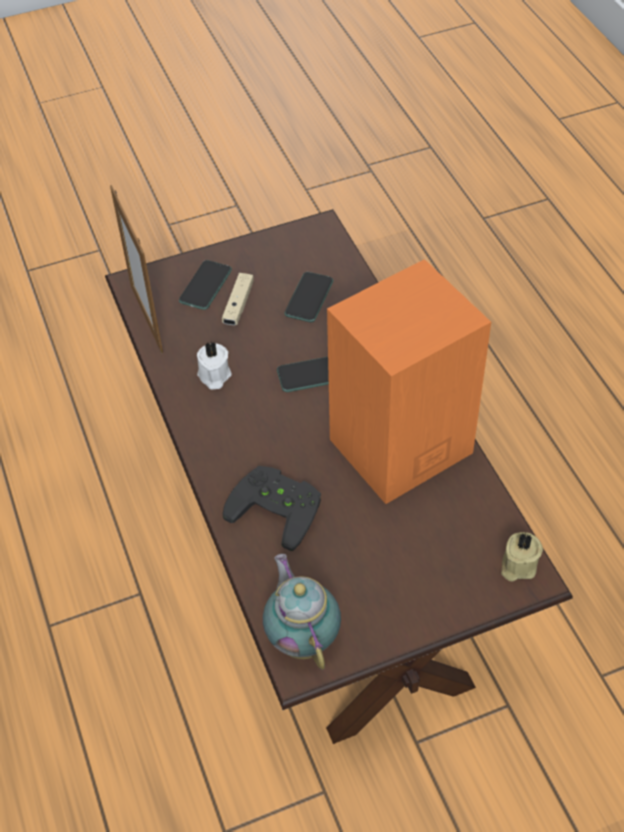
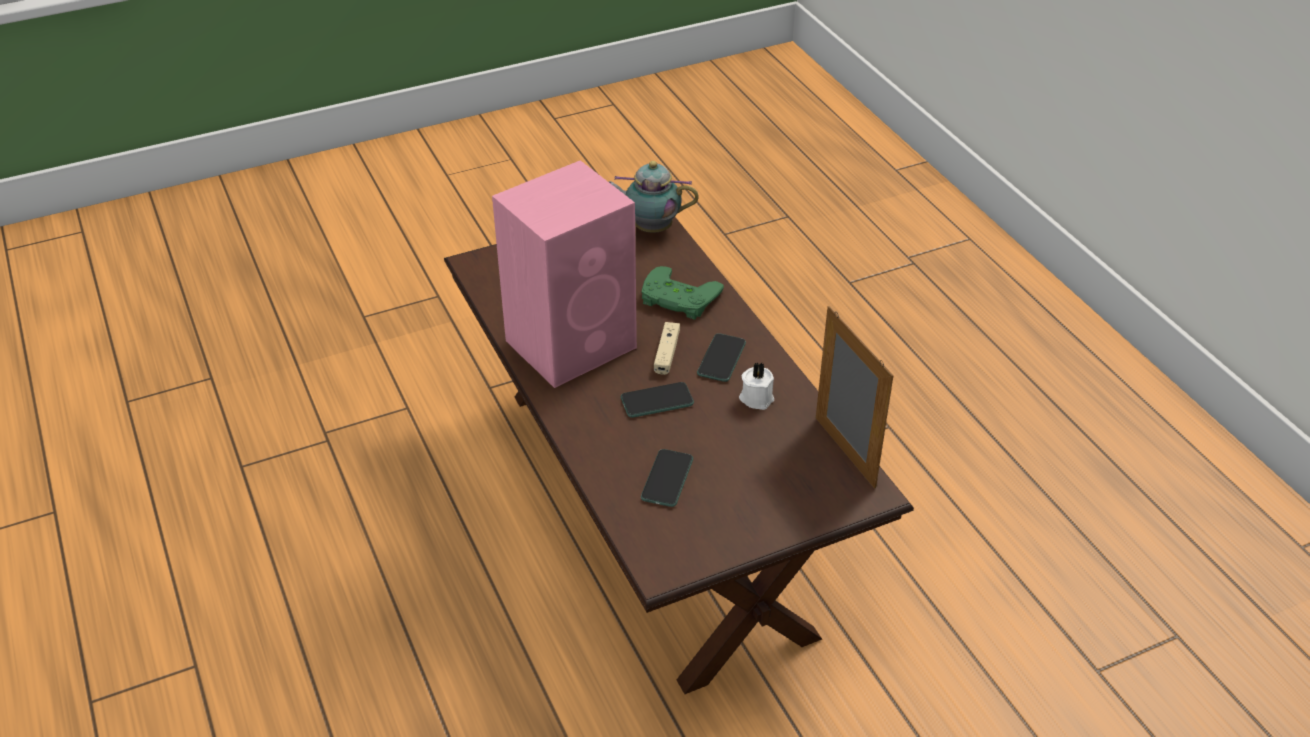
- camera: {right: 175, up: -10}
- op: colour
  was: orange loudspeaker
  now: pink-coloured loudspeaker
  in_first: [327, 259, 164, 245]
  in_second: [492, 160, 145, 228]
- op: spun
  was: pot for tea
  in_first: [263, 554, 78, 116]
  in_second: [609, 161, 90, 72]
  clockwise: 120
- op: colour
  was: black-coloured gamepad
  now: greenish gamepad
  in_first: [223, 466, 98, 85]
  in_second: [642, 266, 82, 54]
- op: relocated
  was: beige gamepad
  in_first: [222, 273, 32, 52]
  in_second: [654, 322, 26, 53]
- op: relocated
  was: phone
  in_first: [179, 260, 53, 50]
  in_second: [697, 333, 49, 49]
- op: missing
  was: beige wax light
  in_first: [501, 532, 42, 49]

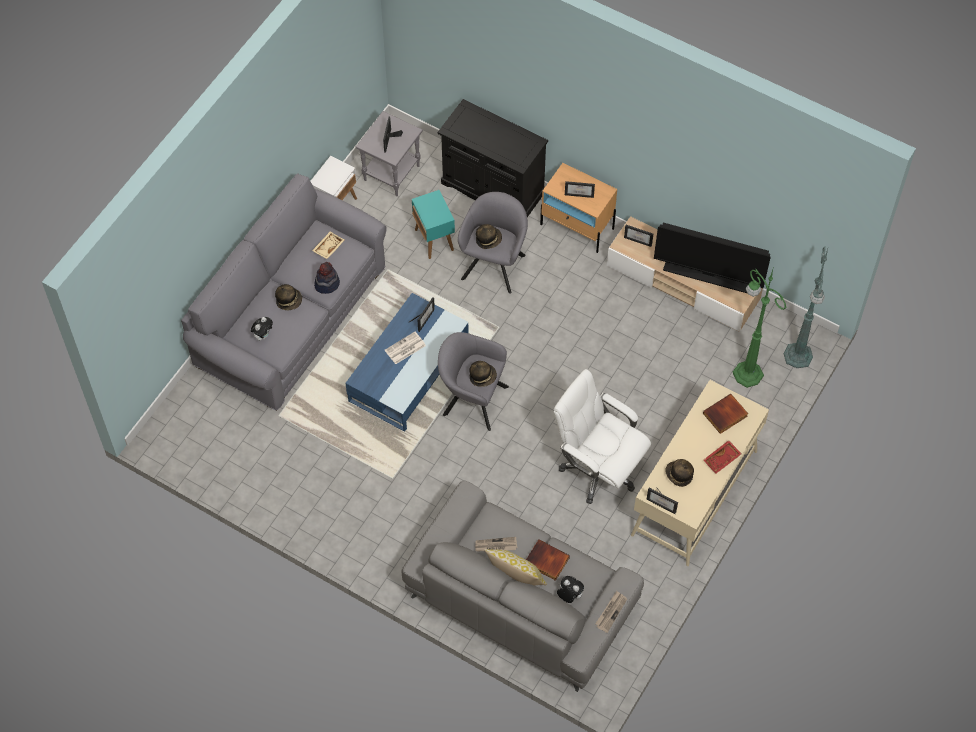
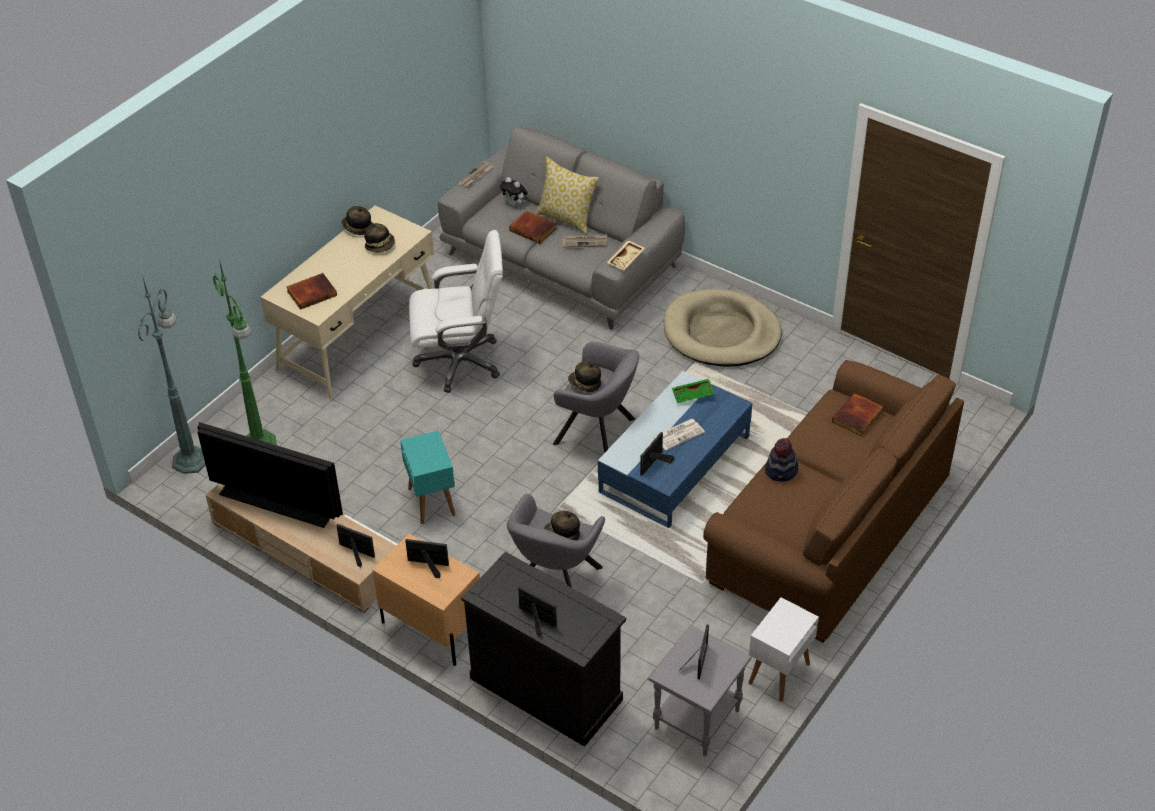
- camera: {right: -175, up: -15}
- op: relocated
  was: hat
  in_first: [275, 284, 27, 26]
  in_second: [342, 206, 30, 29]
- op: relocated
  was: turquoise end table
  in_first: [412, 190, 43, 69]
  in_second: [400, 431, 56, 93]
- op: spun
  was: white-coloured office chair
  in_first: [554, 369, 97, 135]
  in_second: [409, 230, 94, 163]
  clockwise: -45
- op: relocated
  was: photo frame
  in_first: [646, 487, 32, 27]
  in_second: [518, 586, 39, 51]
- op: relocated
  was: beige serving tray
  in_first: [312, 231, 33, 28]
  in_second: [607, 240, 38, 30]
- op: appeared
  now: beige dog cushion
  in_second: [664, 289, 117, 78]
- op: appeared
  now: greenish serving tray
  in_second: [672, 379, 43, 24]
- op: colour
  was: gray settee
  now: brownish settee
  in_first: [181, 173, 206, 238]
  in_second: [703, 360, 261, 283]
- op: exchanged
  was: cuddly toy
  now: volume
  in_first: [251, 317, 22, 24]
  in_second: [832, 393, 52, 43]
- op: missing
  was: reddish serving tray
  in_first: [703, 440, 38, 33]

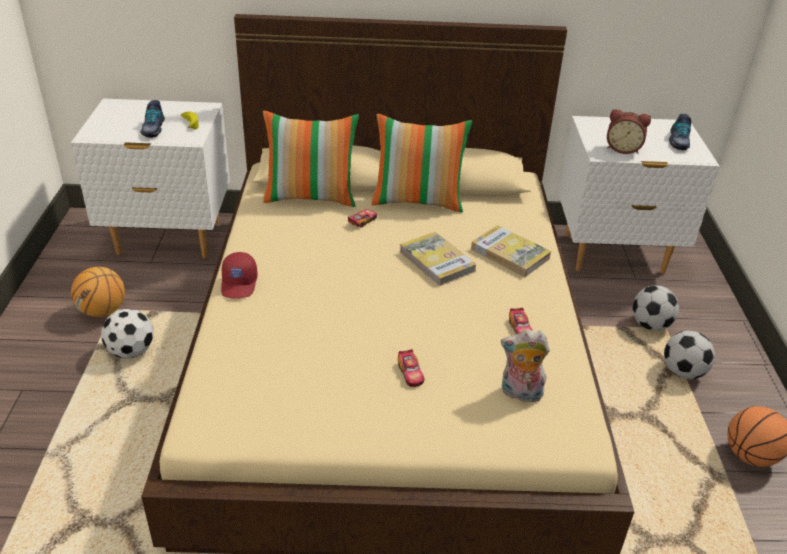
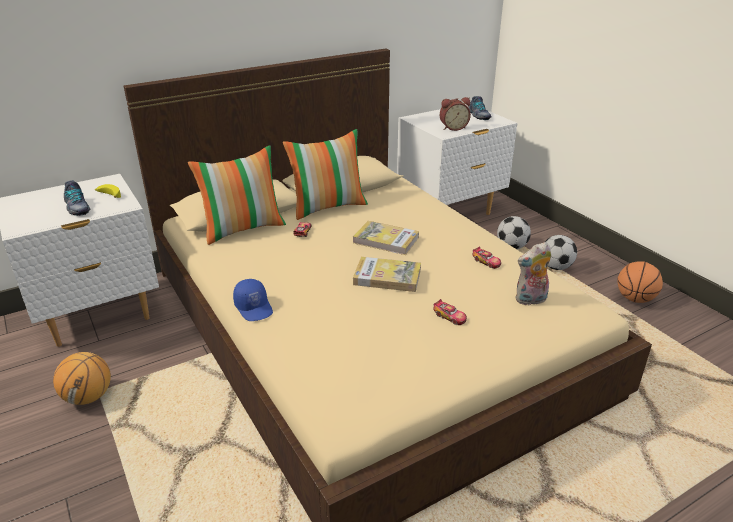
- camera: {right: -30, up: -5}
- op: colour
  was: reddish cap
  now: blue cap
  in_first: [221, 252, 37, 47]
  in_second: [233, 279, 40, 42]
- op: relocated
  was: volume
  in_first: [471, 225, 80, 52]
  in_second: [353, 257, 68, 35]
- op: missing
  was: football
  in_first: [101, 309, 53, 50]

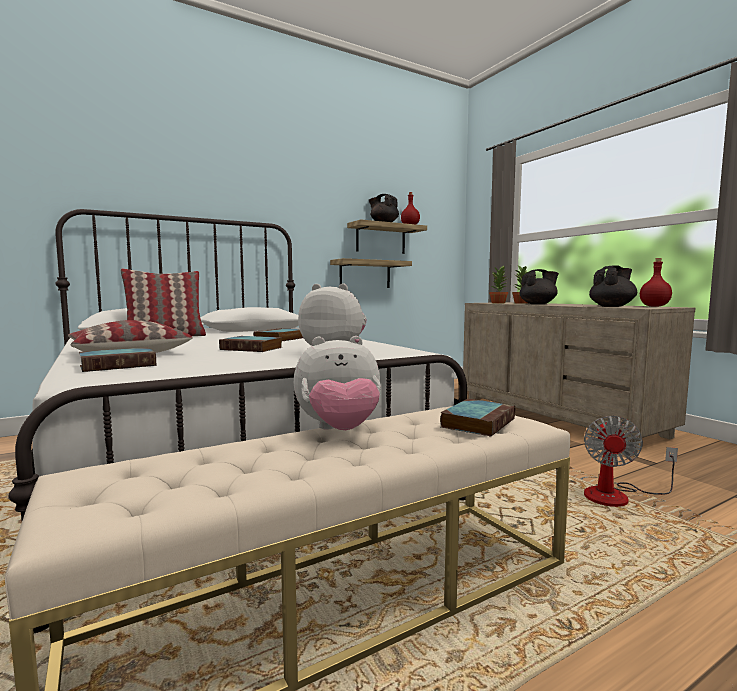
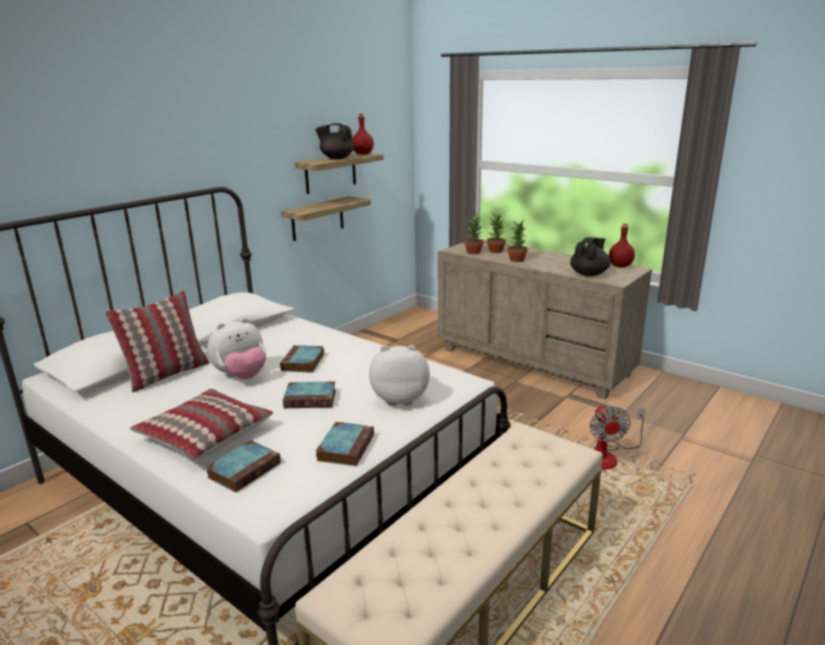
- camera: {right: -20, up: 15}
- op: relocated
  was: cuddly toy
  in_first: [294, 336, 87, 94]
  in_second: [207, 318, 59, 61]
- op: relocated
  was: volume
  in_first: [440, 399, 75, 38]
  in_second: [316, 422, 58, 44]
- op: exchanged
  was: black-coloured pot for tea
  now: plant in a pot
  in_first: [519, 269, 40, 35]
  in_second: [507, 220, 21, 42]

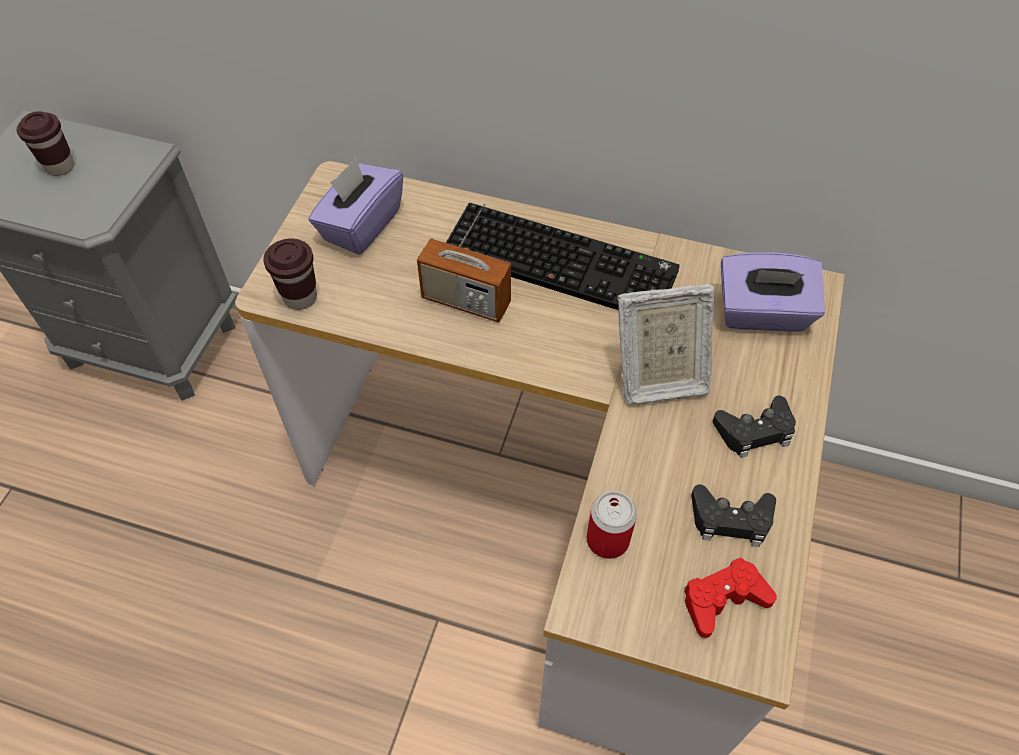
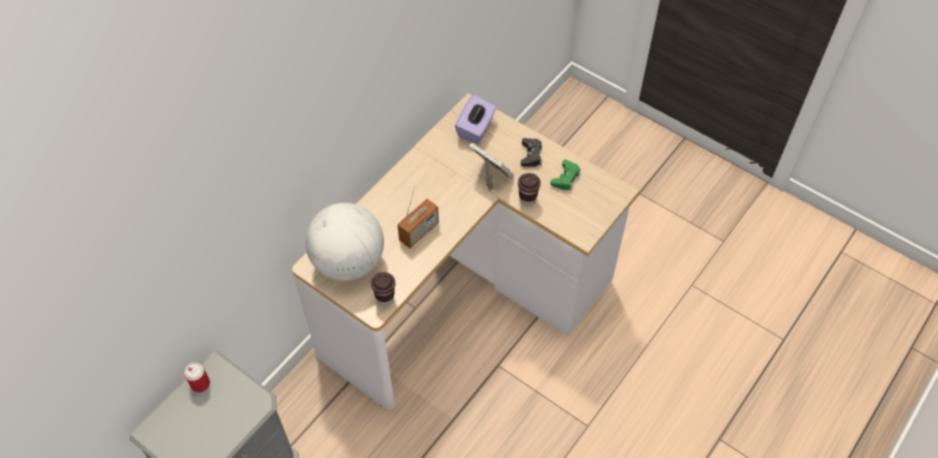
- camera: {right: -70, up: 0}
- op: relocated
  was: metal can
  in_first: [587, 491, 50, 68]
  in_second: [184, 362, 26, 30]
- op: exchanged
  was: purple tissue box
  now: desk globe
  in_first: [308, 158, 95, 97]
  in_second: [305, 203, 79, 78]
- op: spun
  was: photo frame
  in_first: [618, 284, 96, 120]
  in_second: [469, 143, 45, 48]
  clockwise: -60
- op: relocated
  was: brownish cup
  in_first: [17, 111, 57, 65]
  in_second: [518, 173, 23, 33]
- op: colour
  was: black-coloured gamepad
  now: greenish gamepad
  in_first: [691, 484, 85, 63]
  in_second: [551, 160, 29, 31]
- op: missing
  was: computer keyboard
  in_first: [446, 203, 234, 107]
- op: missing
  was: reddish gamepad
  in_first: [684, 558, 93, 80]

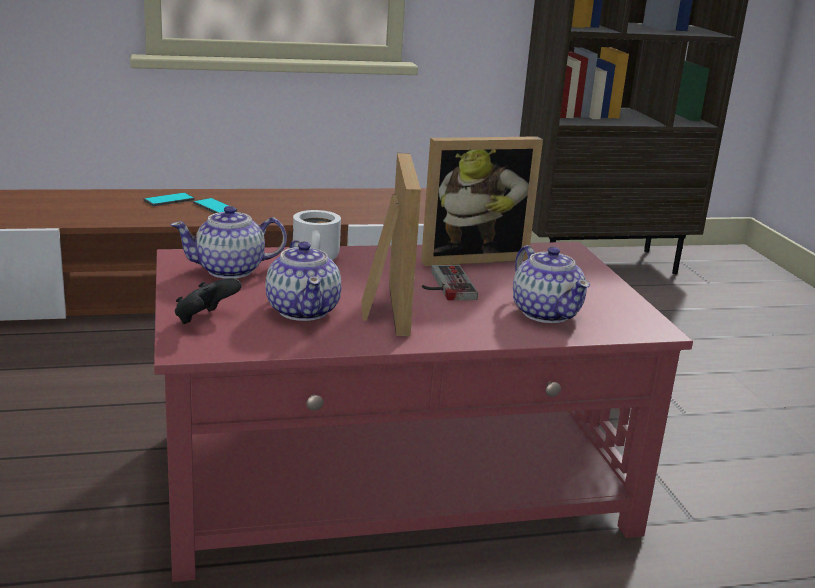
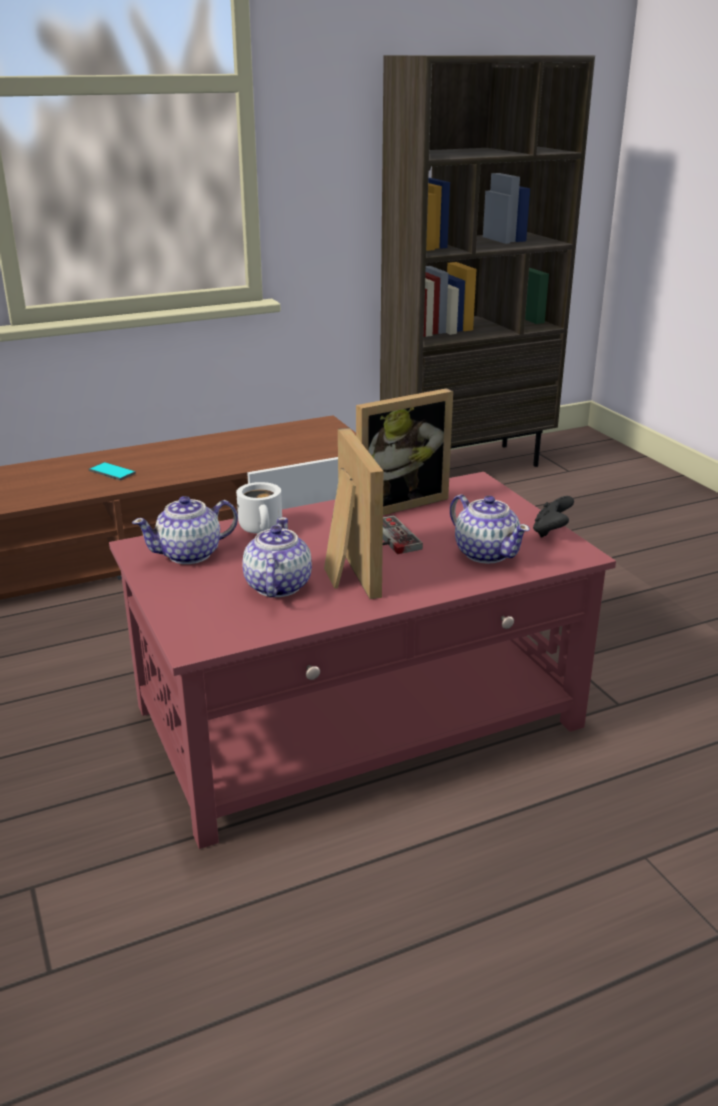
- camera: {right: -10, up: 5}
- op: spun
  was: pot for tea
  in_first: [266, 240, 75, 81]
  in_second: [242, 517, 70, 80]
  clockwise: -150
- op: relocated
  was: black-coloured gamepad
  in_first: [175, 278, 66, 46]
  in_second: [533, 496, 41, 42]
- op: missing
  was: phone
  in_first: [143, 192, 51, 14]

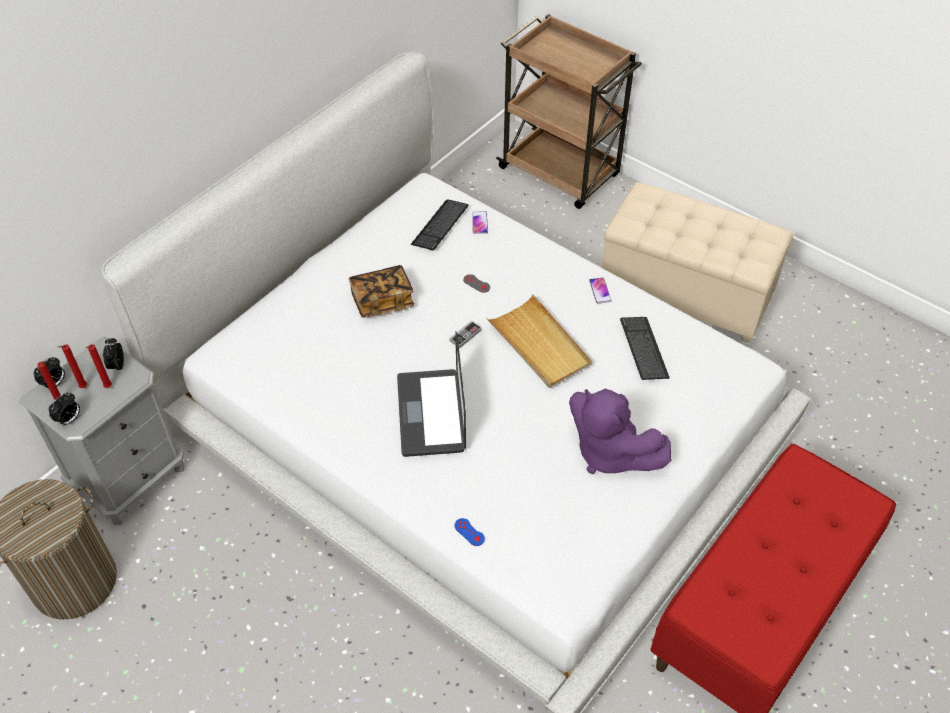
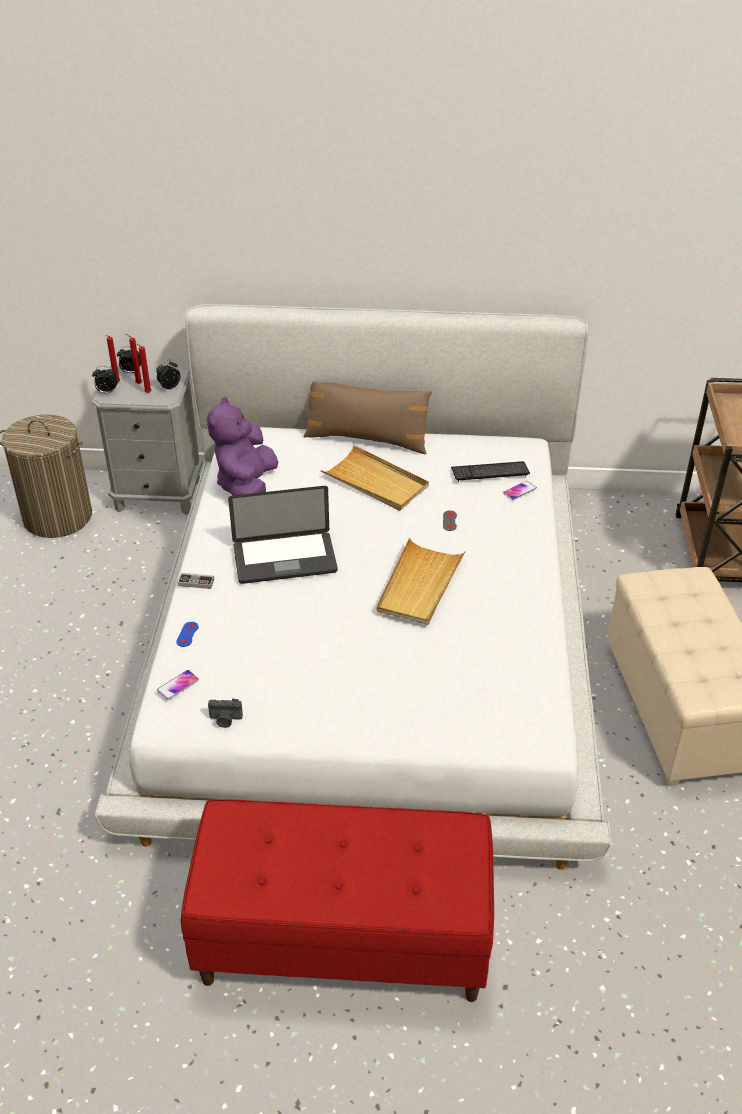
- camera: {right: 55, up: -10}
- op: relocated
  was: phone
  in_first: [589, 277, 23, 26]
  in_second: [157, 670, 42, 30]
- op: relocated
  was: gamepad
  in_first: [450, 320, 32, 28]
  in_second: [178, 573, 36, 16]
- op: relocated
  was: purple cuddly toy
  in_first: [569, 389, 102, 85]
  in_second: [207, 397, 71, 98]
- op: appeared
  now: still camera
  in_second: [208, 699, 35, 29]
- op: spun
  was: portable computer
  in_first: [397, 331, 69, 126]
  in_second: [228, 486, 110, 98]
  clockwise: -150
- op: appeared
  now: brownish throw pillow
  in_second: [304, 382, 128, 72]
- op: exchanged
  was: volume
  now: beige serving tray
  in_first: [349, 265, 65, 53]
  in_second: [320, 445, 109, 66]
- op: missing
  was: computer keyboard
  in_first: [620, 317, 50, 63]

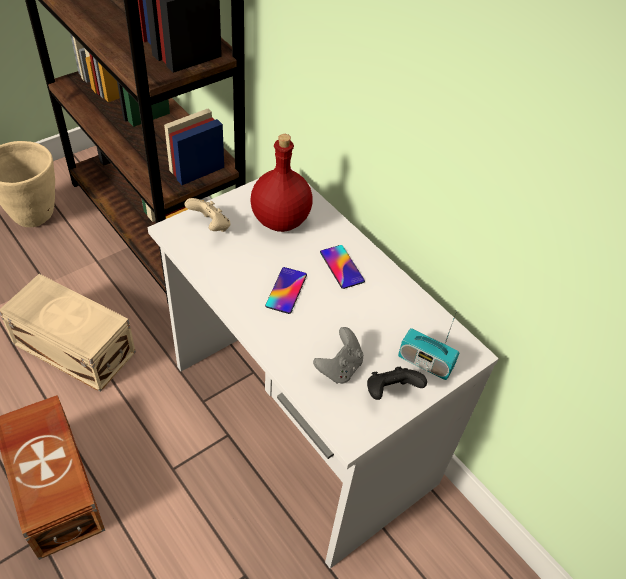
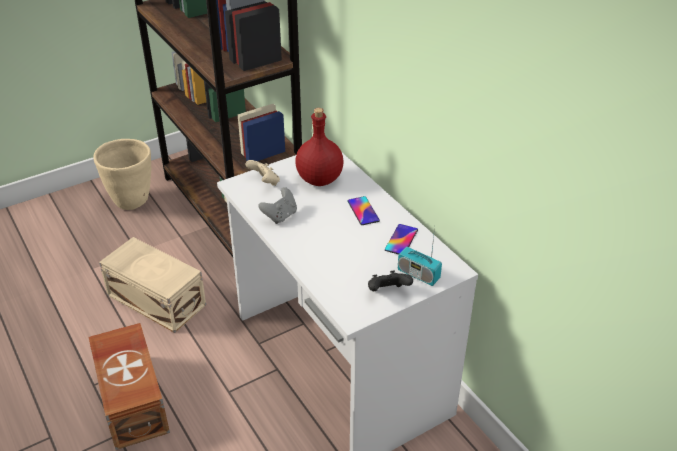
- camera: {right: 10, up: -10}
- op: relocated
  was: gray gamepad
  in_first: [313, 327, 51, 57]
  in_second: [258, 187, 39, 37]
- op: relocated
  was: phone
  in_first: [265, 267, 42, 47]
  in_second: [385, 224, 33, 30]

